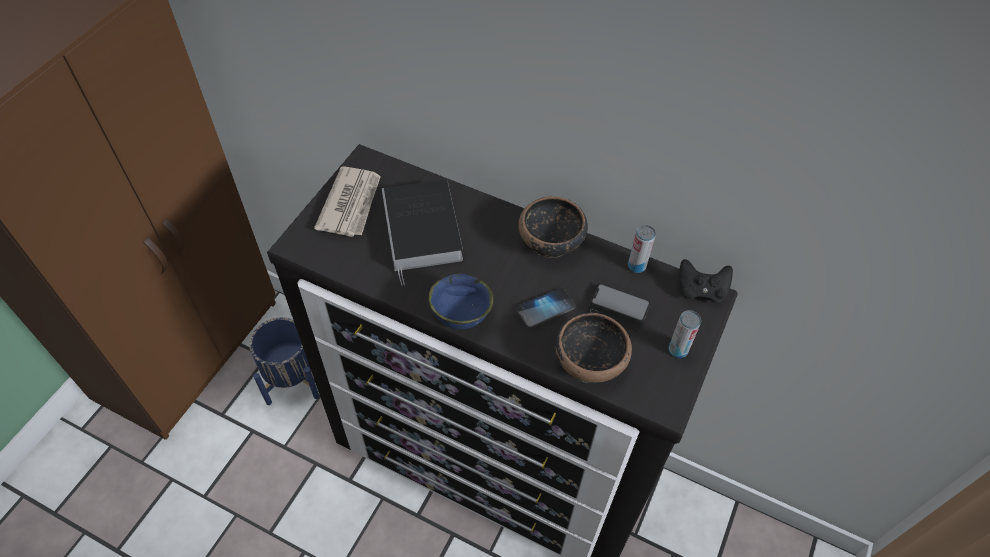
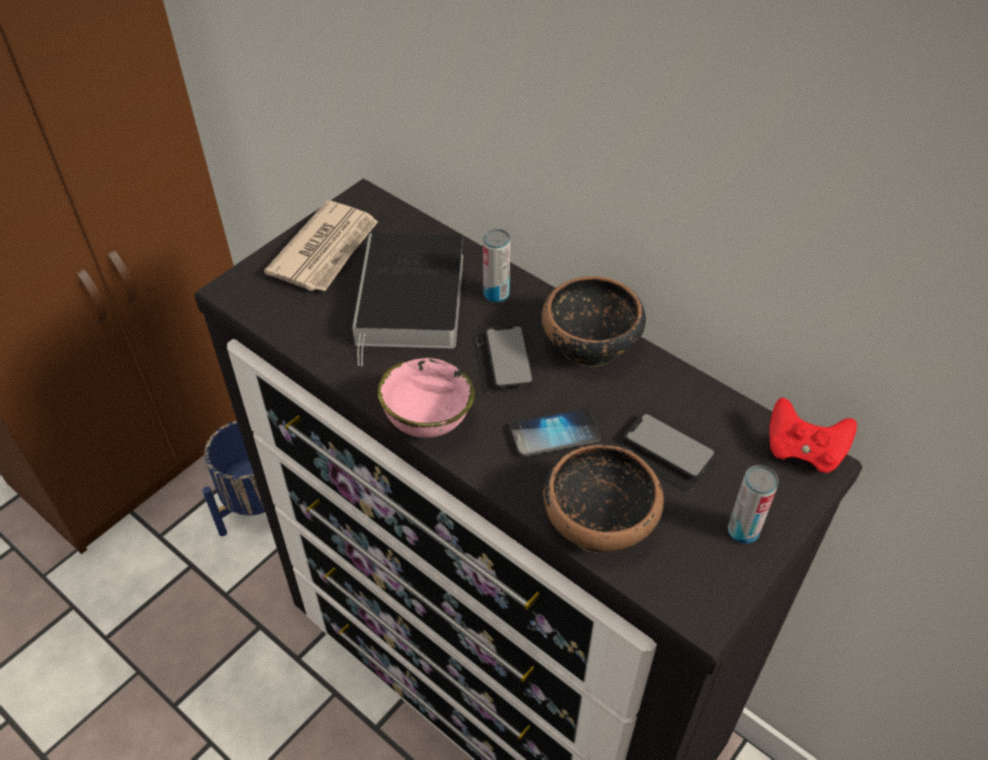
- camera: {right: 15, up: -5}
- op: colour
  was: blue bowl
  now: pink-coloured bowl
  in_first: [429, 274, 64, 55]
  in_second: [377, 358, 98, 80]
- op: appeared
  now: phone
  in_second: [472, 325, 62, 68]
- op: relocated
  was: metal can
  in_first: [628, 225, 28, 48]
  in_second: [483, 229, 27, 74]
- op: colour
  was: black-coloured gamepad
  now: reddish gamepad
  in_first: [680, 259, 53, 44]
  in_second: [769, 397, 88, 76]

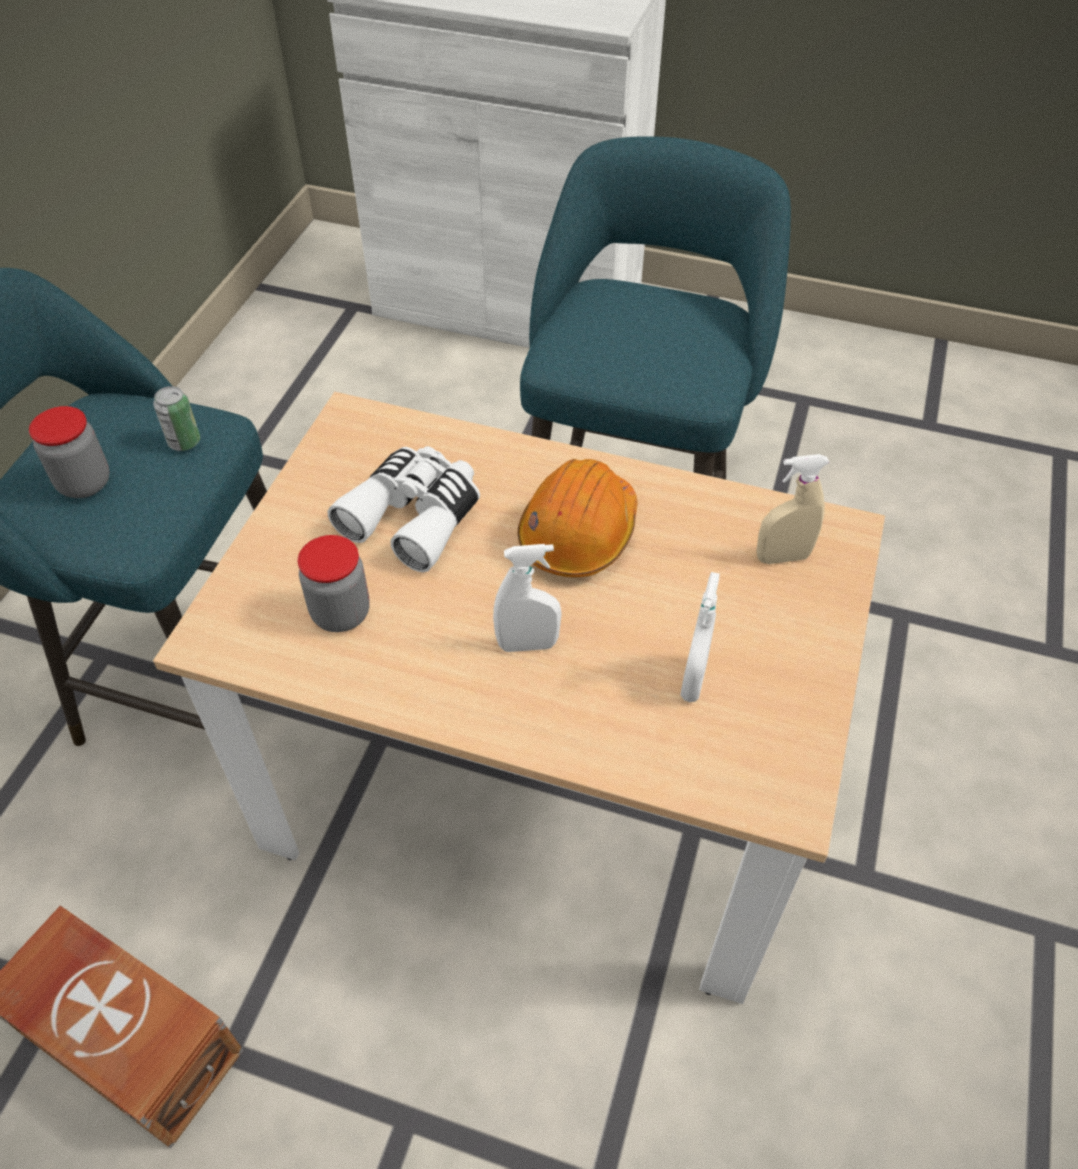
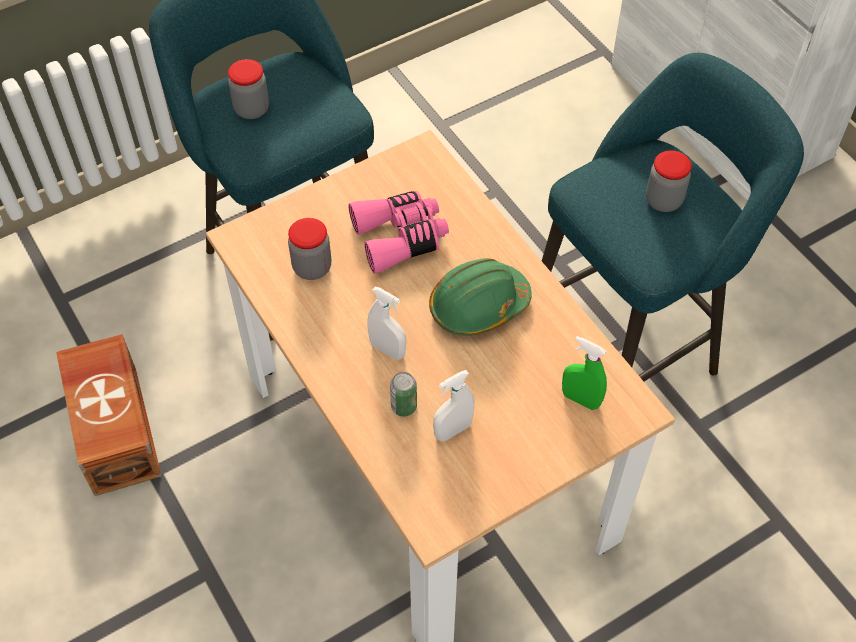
- camera: {right: 40, up: 5}
- op: colour
  was: white-coloured binoculars
  now: pink-coloured binoculars
  in_first: [328, 446, 152, 126]
  in_second: [348, 191, 101, 83]
- op: relocated
  was: metal can
  in_first: [154, 386, 46, 65]
  in_second: [390, 372, 27, 45]
- op: colour
  was: orange safety helmet
  now: greenish safety helmet
  in_first: [517, 459, 121, 118]
  in_second: [429, 258, 103, 78]
- op: colour
  was: beige spray bottle
  now: greenish spray bottle
  in_first: [756, 454, 73, 110]
  in_second: [562, 336, 45, 74]
- op: appeared
  now: storage jar
  in_second: [646, 150, 46, 62]

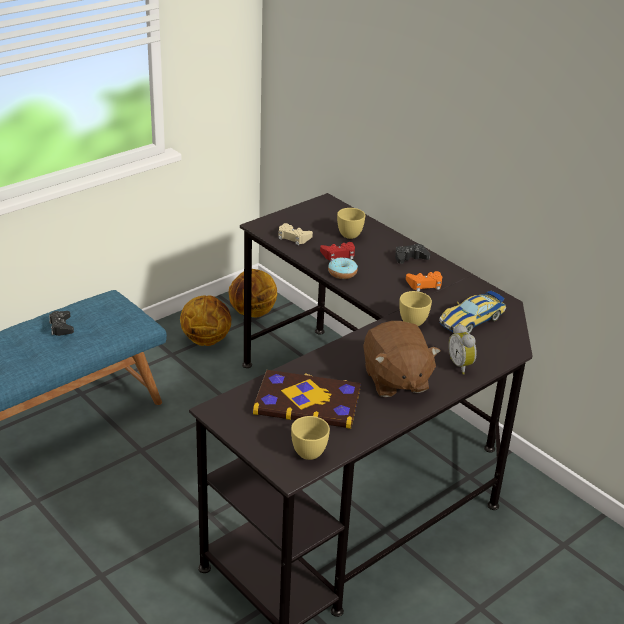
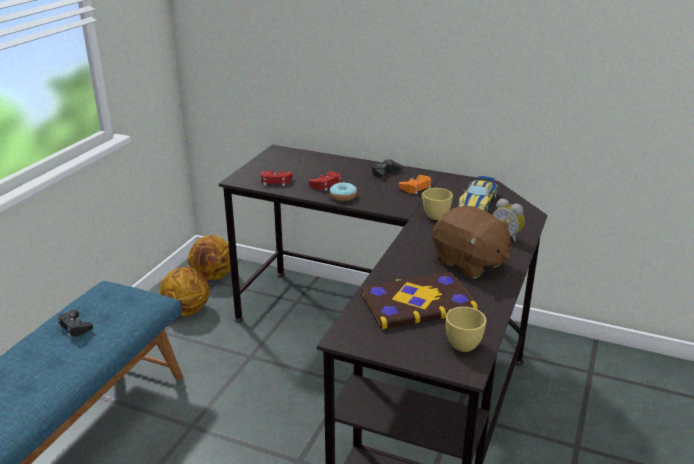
- camera: {right: -25, up: -5}
- op: colour
  was: beige gamepad
  now: reddish gamepad
  in_first: [278, 223, 35, 22]
  in_second: [261, 170, 32, 16]
- op: missing
  was: yellowish cup
  in_first: [337, 208, 28, 31]

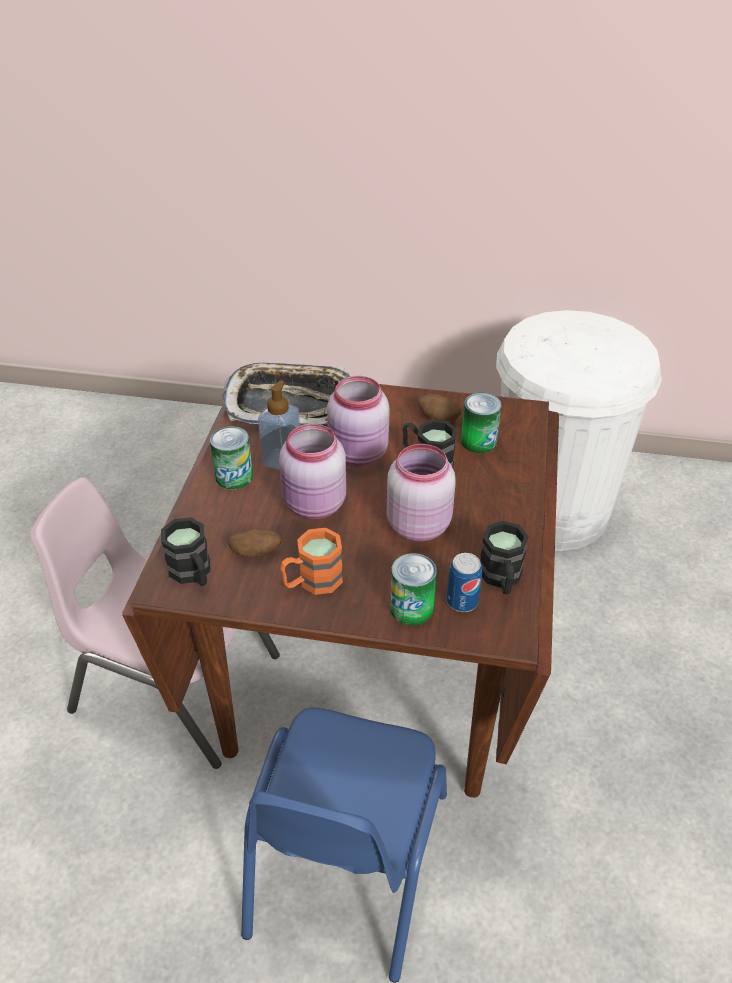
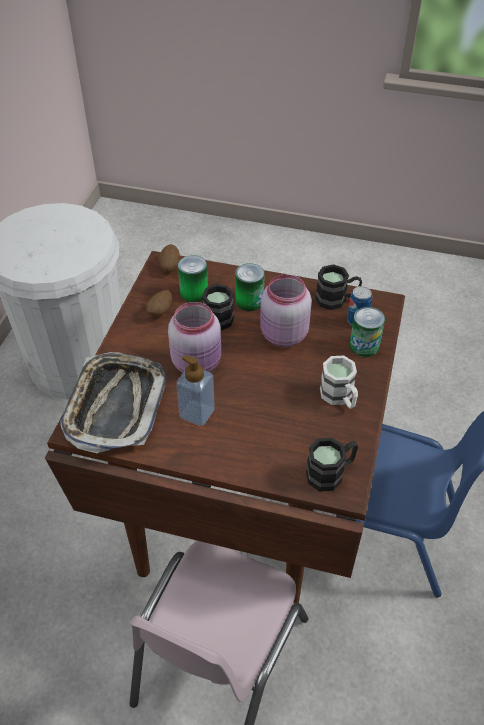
- camera: {right: -85, up: 5}
- op: relocated
  was: spud
  in_first: [228, 528, 53, 29]
  in_second: [159, 244, 21, 29]
- op: relocated
  was: metal can
  in_first: [210, 426, 43, 63]
  in_second: [235, 263, 30, 48]
- op: colour
  was: orange mug
  now: white-coloured mug
  in_first: [280, 528, 63, 67]
  in_second: [320, 356, 38, 53]
- op: missing
  was: pink-coloured storage jar
  in_first: [279, 424, 67, 95]

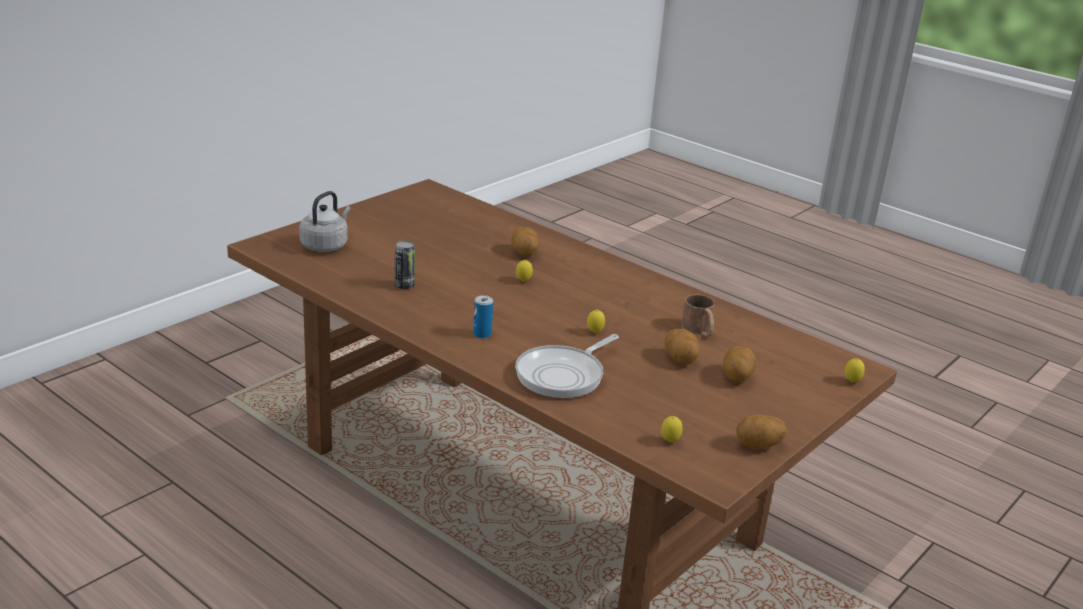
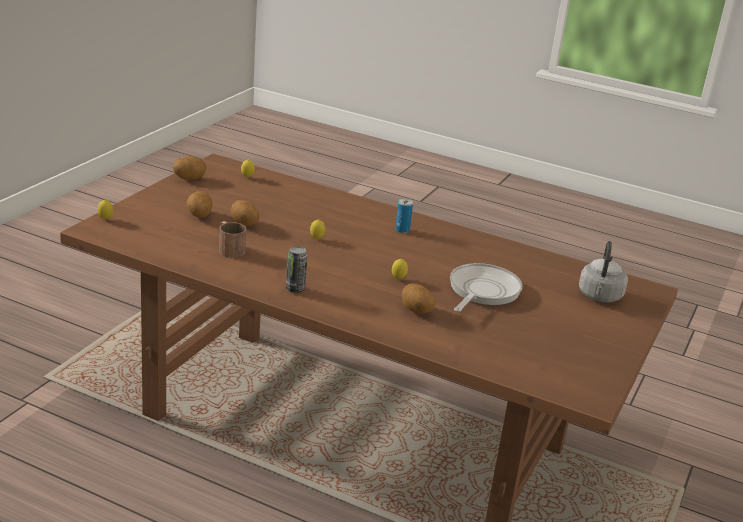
- camera: {right: 165, up: 0}
- op: relocated
  was: metal can
  in_first: [394, 241, 21, 48]
  in_second: [286, 246, 21, 47]
- op: relocated
  was: skillet
  in_first: [515, 334, 104, 64]
  in_second: [450, 263, 72, 49]

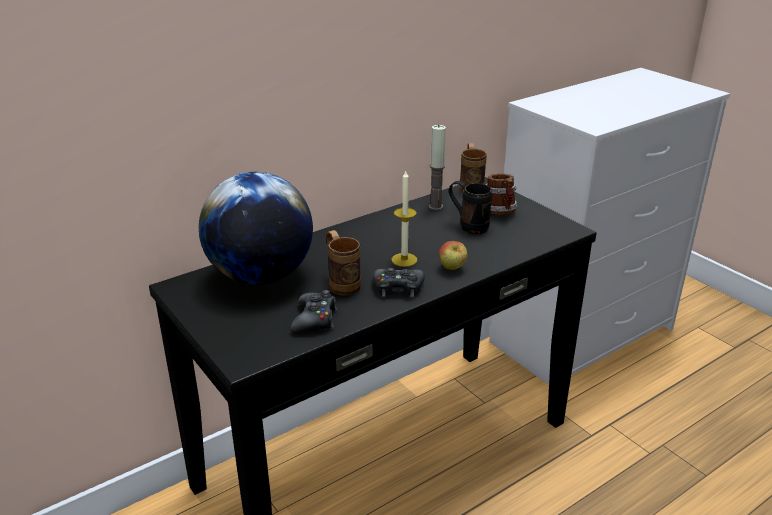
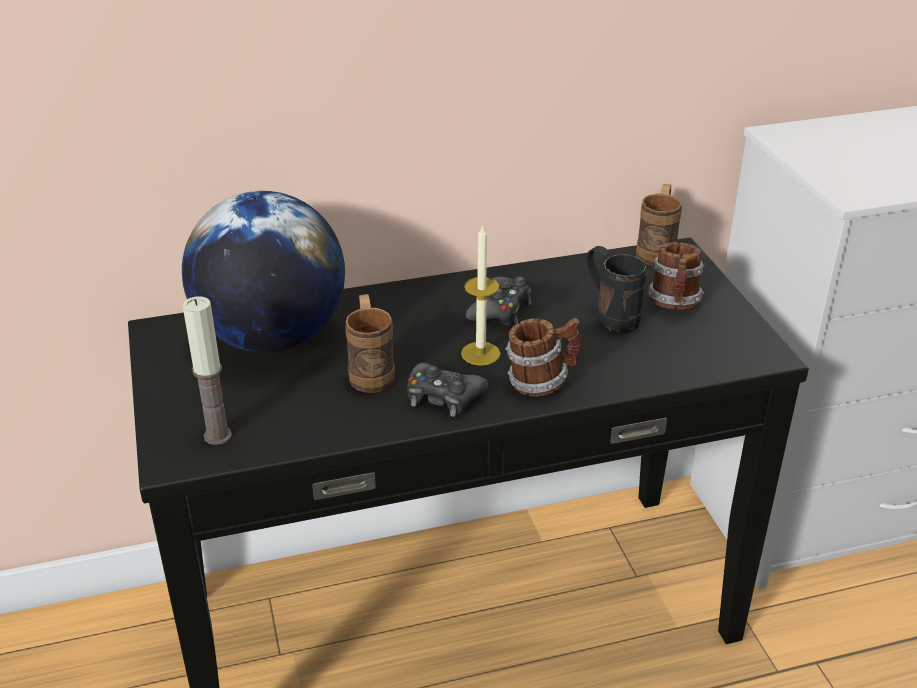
- camera: {right: 20, up: 5}
- op: relocated
  was: wax light
  in_first: [429, 125, 17, 85]
  in_second: [182, 296, 50, 149]
- op: relocated
  was: black-coloured gamepad
  in_first: [291, 290, 46, 42]
  in_second: [466, 277, 66, 49]
- op: exchanged
  was: apple fruit
  now: mug
  in_first: [439, 241, 28, 29]
  in_second: [506, 318, 75, 79]

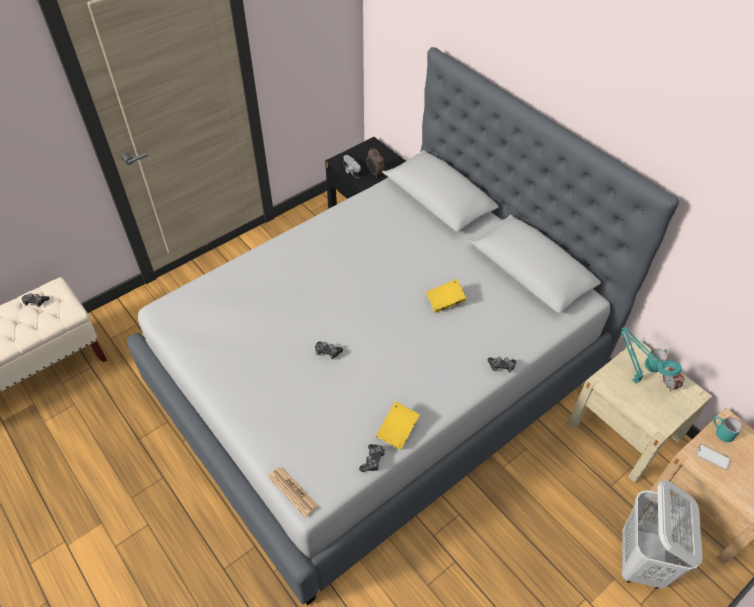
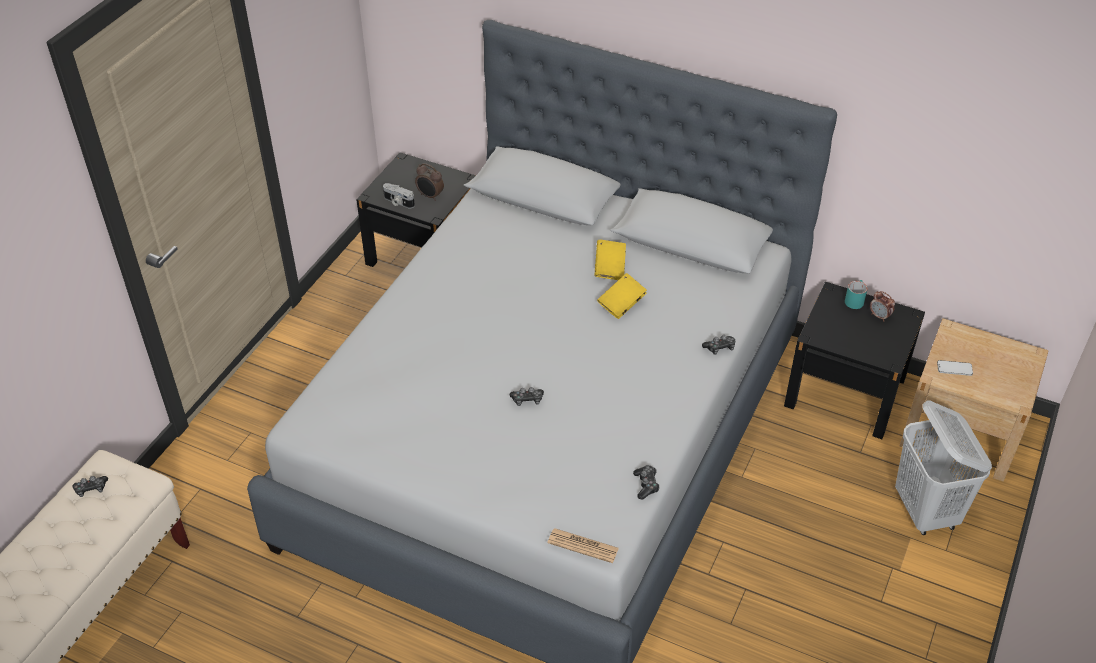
- camera: {right: -25, up: -5}
- op: relocated
  was: yellowish volume
  in_first: [376, 402, 44, 48]
  in_second: [594, 240, 32, 40]
- op: colour
  was: beige nightstand
  now: black-coloured nightstand
  in_first: [568, 339, 144, 144]
  in_second: [784, 282, 141, 157]
- op: missing
  was: turquoise table lamp
  in_first: [621, 327, 61, 56]
- op: missing
  was: turquoise mug
  in_first: [713, 417, 29, 25]

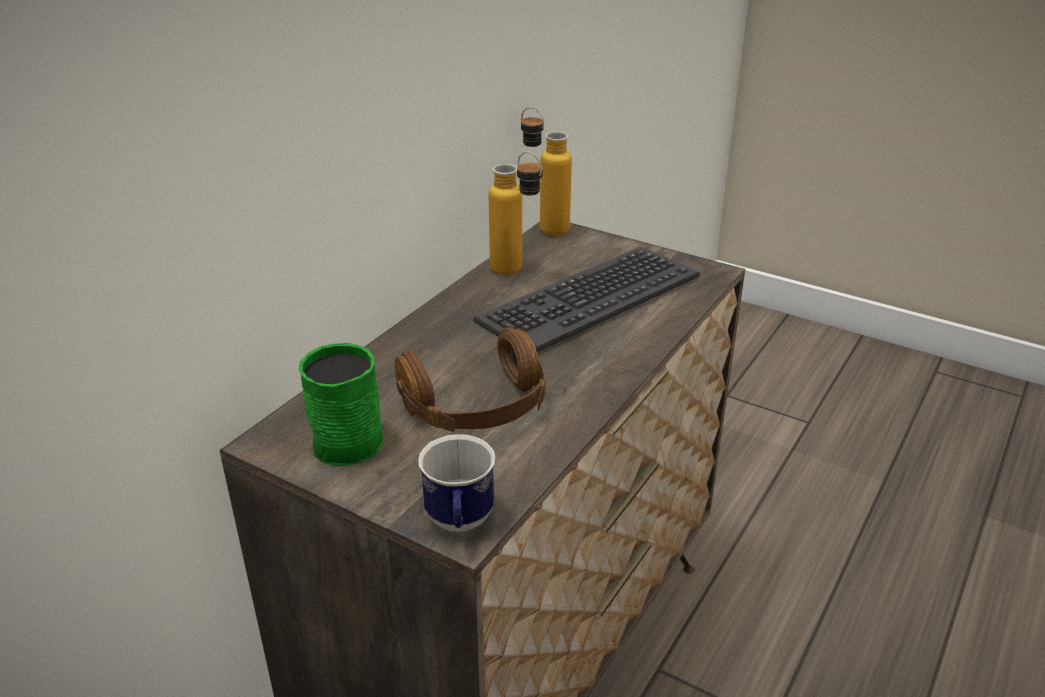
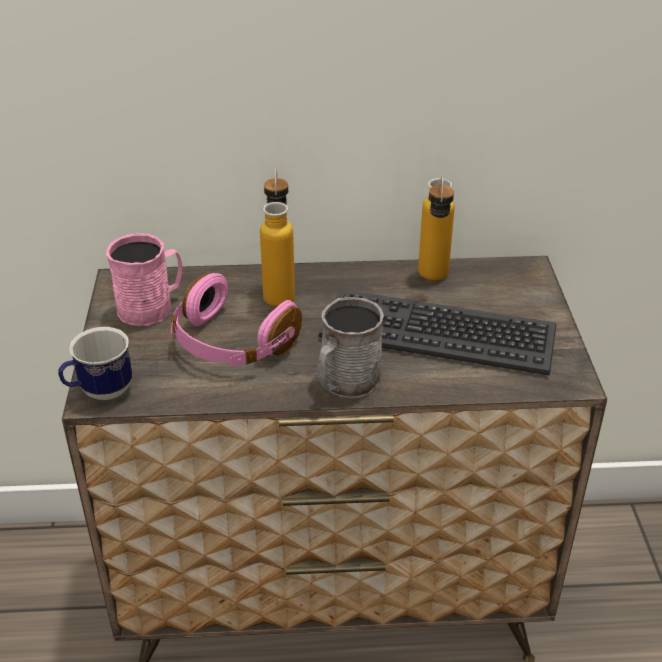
- camera: {right: 55, up: 5}
- op: colour
  was: greenish mug
  now: pink-coloured mug
  in_first: [299, 343, 84, 123]
  in_second: [106, 233, 77, 93]
- op: colour
  was: brownish headset
  now: pink-coloured headset
  in_first: [395, 328, 151, 104]
  in_second: [171, 273, 131, 94]
- op: relocated
  was: bottle
  in_first: [521, 107, 51, 129]
  in_second: [260, 169, 35, 138]
- op: appeared
  now: gray mug
  in_second: [318, 297, 66, 101]

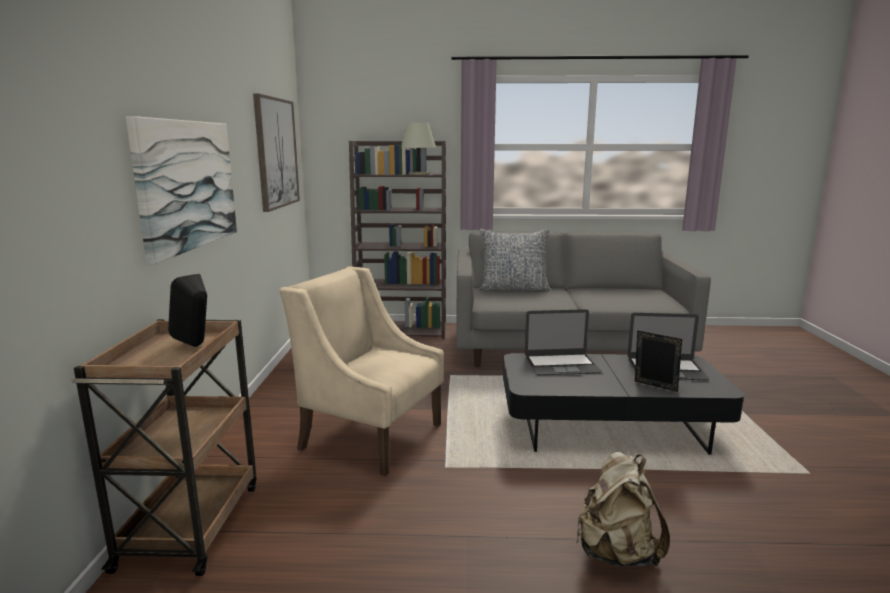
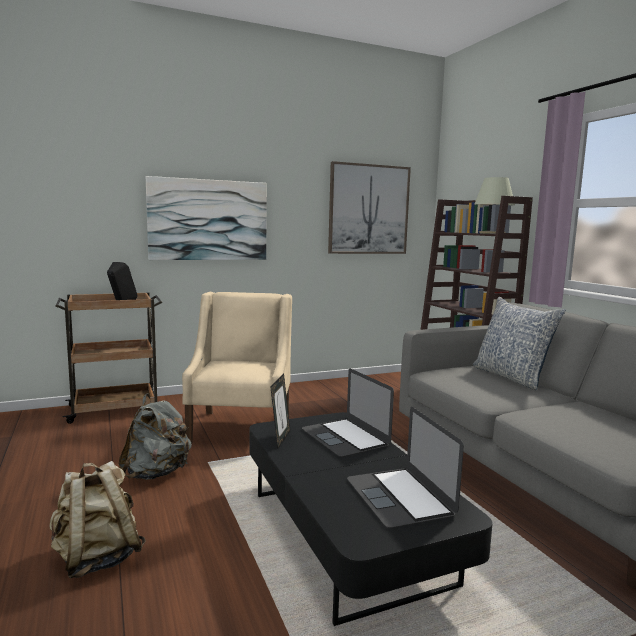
- camera: {right: 65, up: -5}
- op: appeared
  now: gray rucksack
  in_second: [118, 394, 74, 86]
- op: relocated
  was: photo frame
  in_first: [635, 330, 47, 62]
  in_second: [270, 373, 20, 76]

